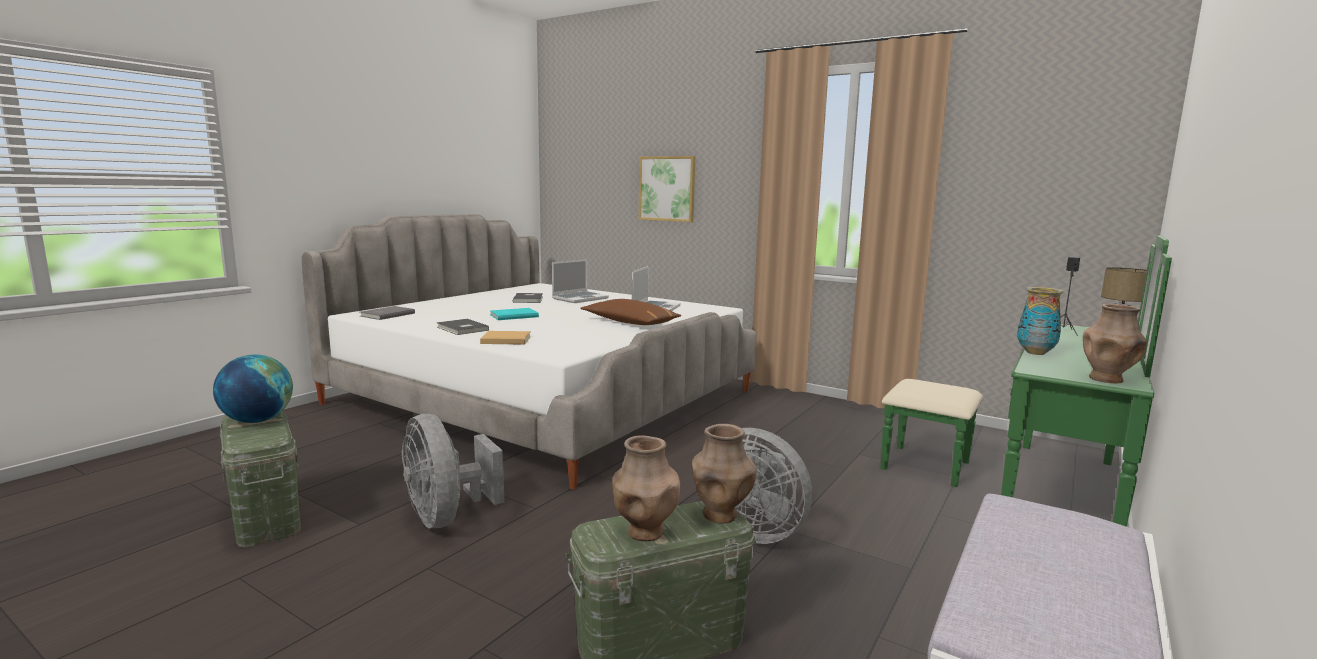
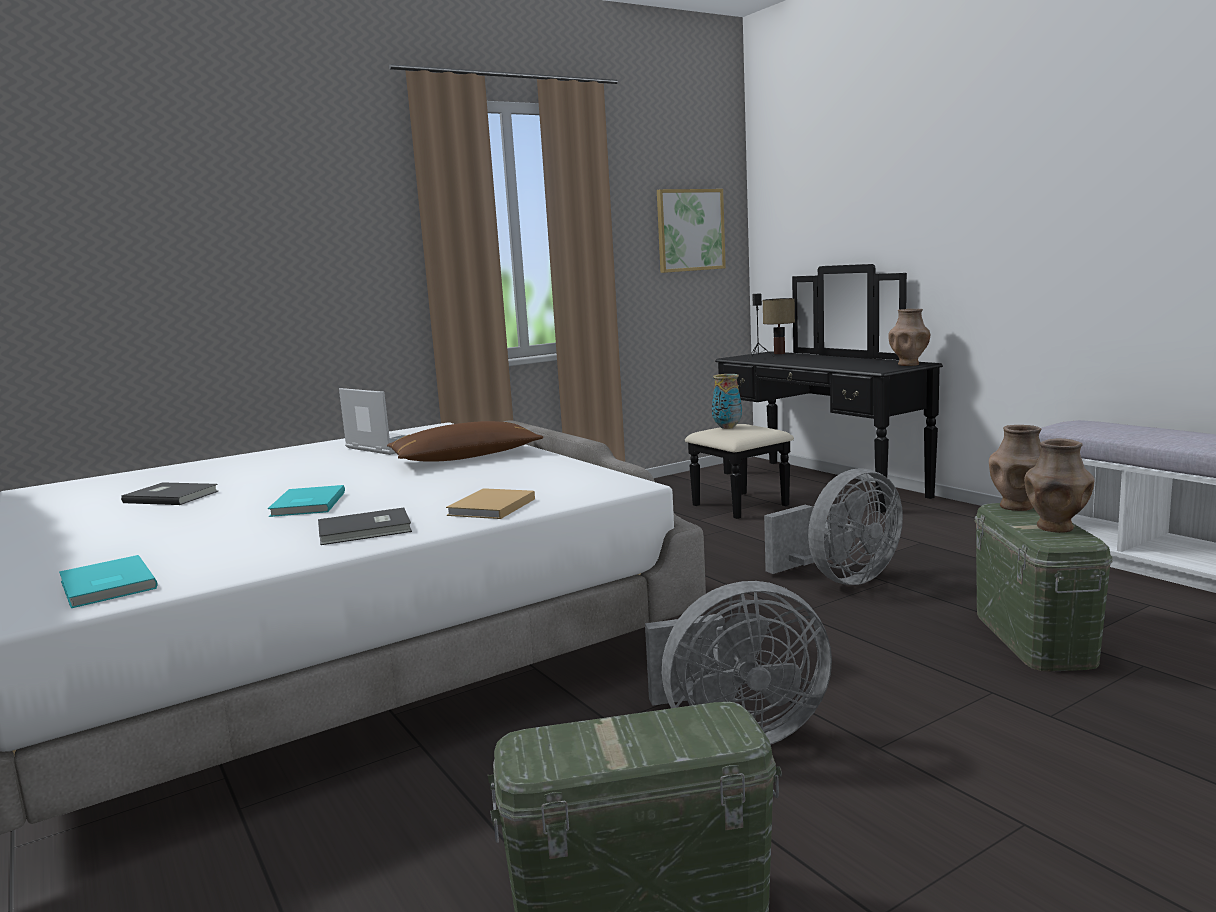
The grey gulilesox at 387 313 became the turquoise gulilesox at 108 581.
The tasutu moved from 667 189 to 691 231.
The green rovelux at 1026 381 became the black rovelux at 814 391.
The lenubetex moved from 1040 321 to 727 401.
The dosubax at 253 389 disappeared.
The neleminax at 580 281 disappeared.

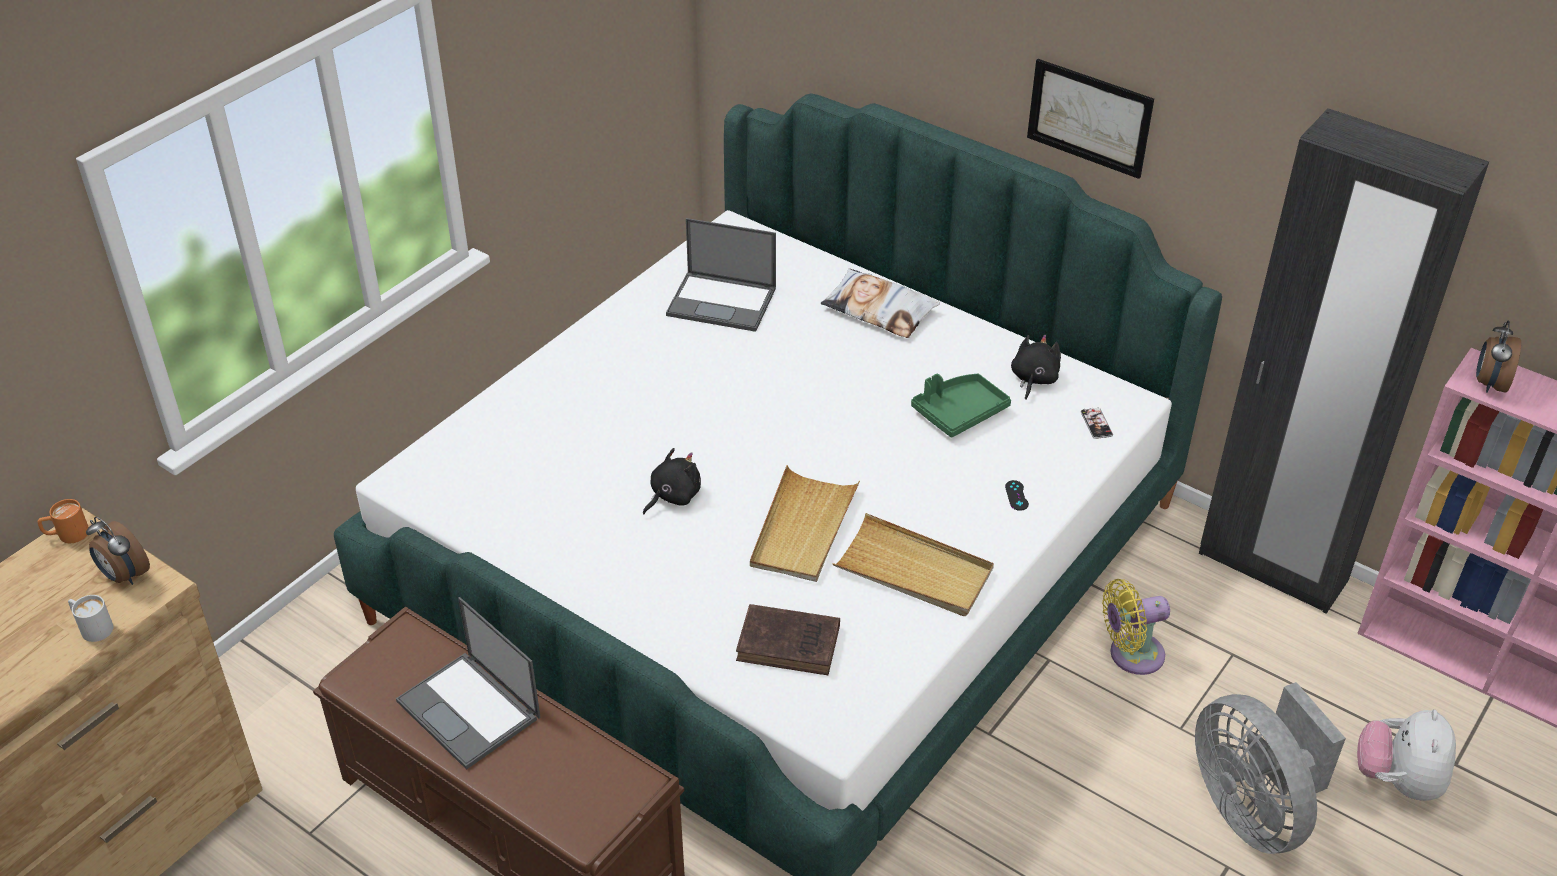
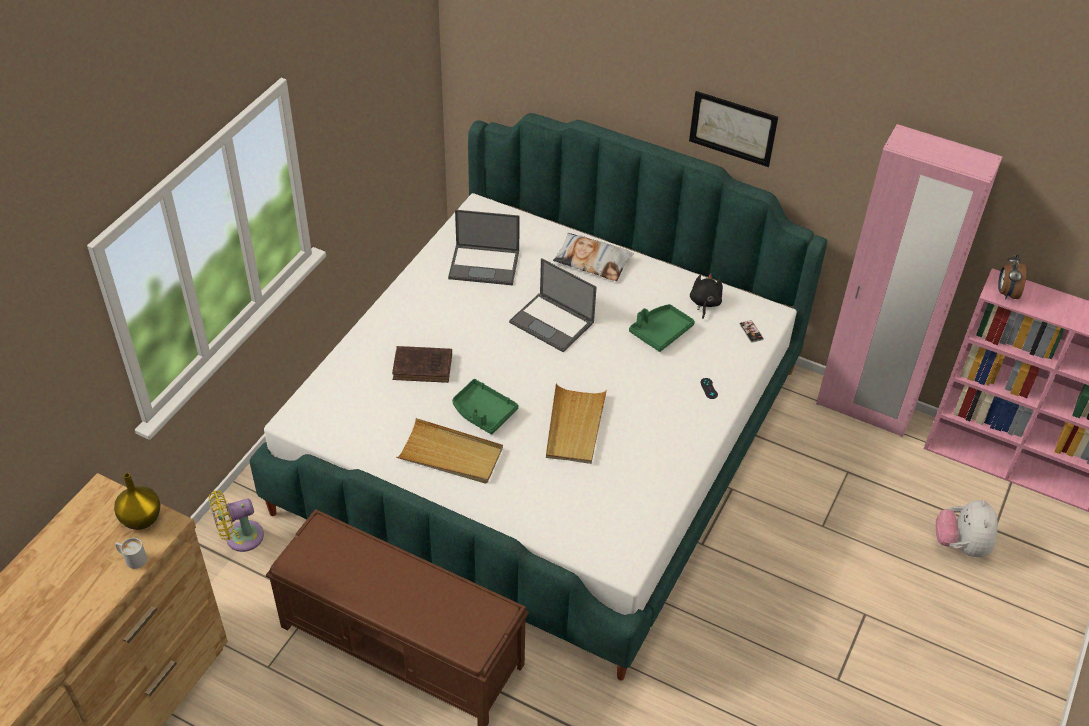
The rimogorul at 118 551 was replaced by the yellow lenubetex at 137 501.
The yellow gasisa moved from 1136 627 to 236 521.
The brown gulilesox moved from 788 639 to 422 364.
The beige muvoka moved from 913 564 to 449 450.
The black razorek at 672 481 was replaced by the green muvoka at 485 406.
The neleminax moved from 468 683 to 553 305.
The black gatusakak at 1344 361 became the pink gatusakak at 909 280.
The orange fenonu at 63 521 disappeared.
The grey gasisa at 1270 768 disappeared.

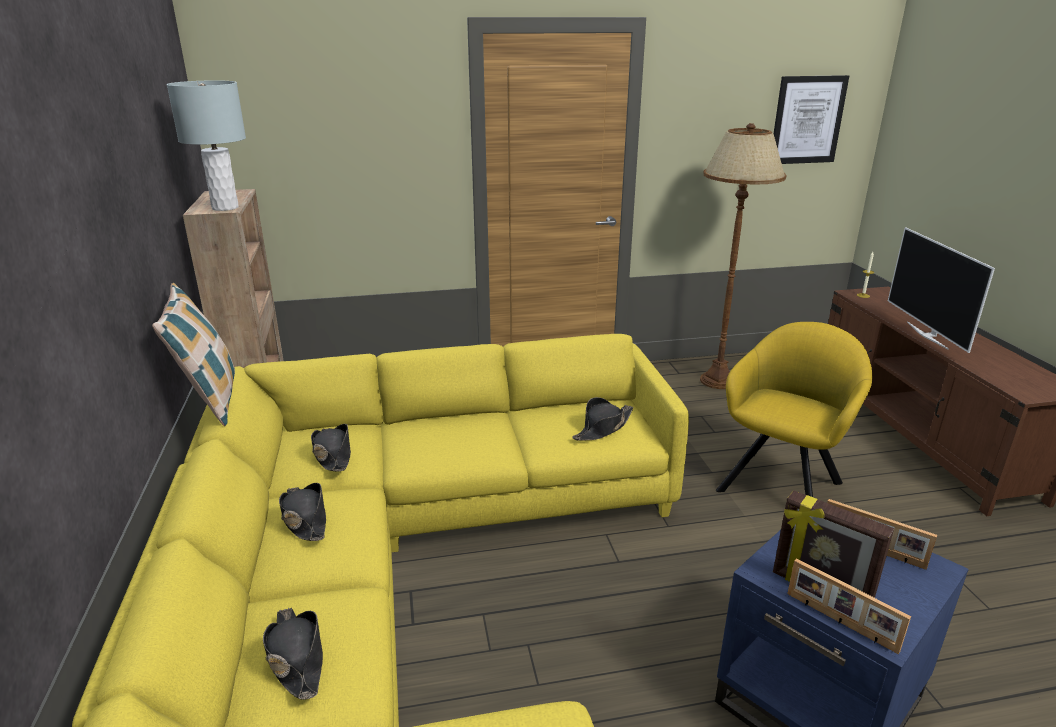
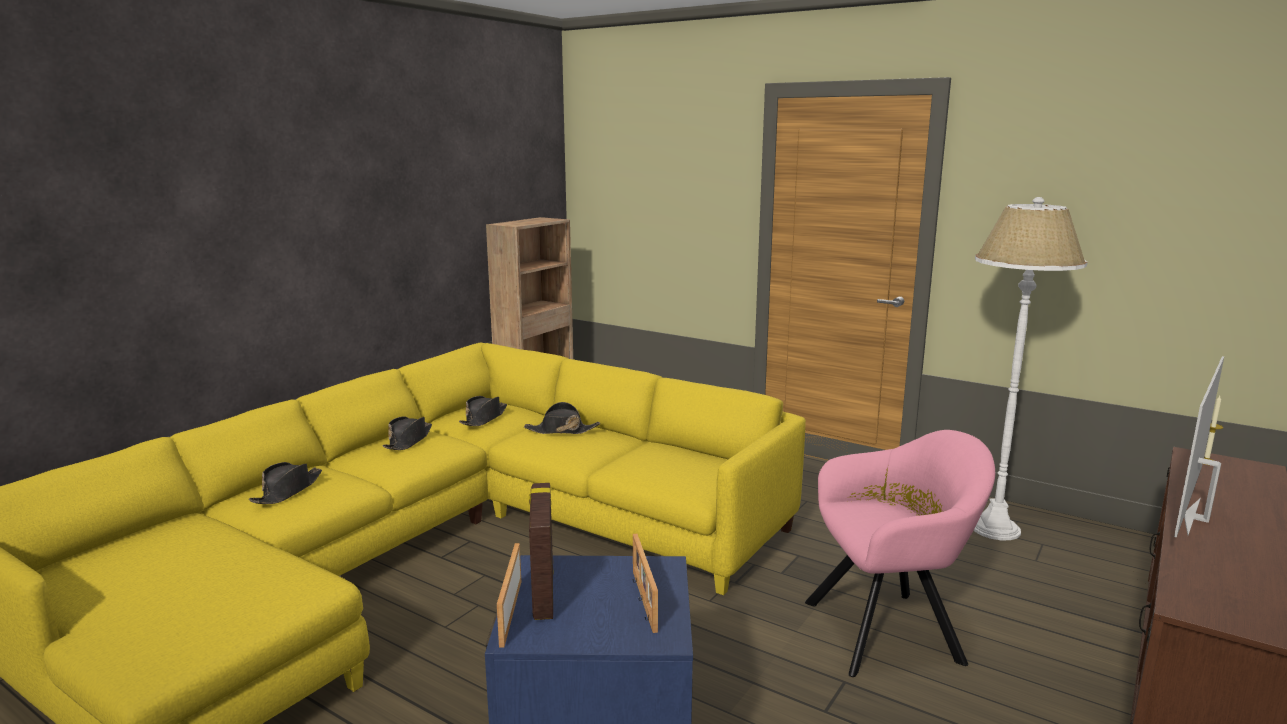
The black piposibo moved from 603 419 to 562 418.
The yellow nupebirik at 794 409 became the pink nupebirik at 900 553.
The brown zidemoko at 743 256 became the white zidemoko at 1031 368.
The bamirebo at 193 354 disappeared.
The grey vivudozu at 206 145 disappeared.
The tasutu at 811 119 disappeared.

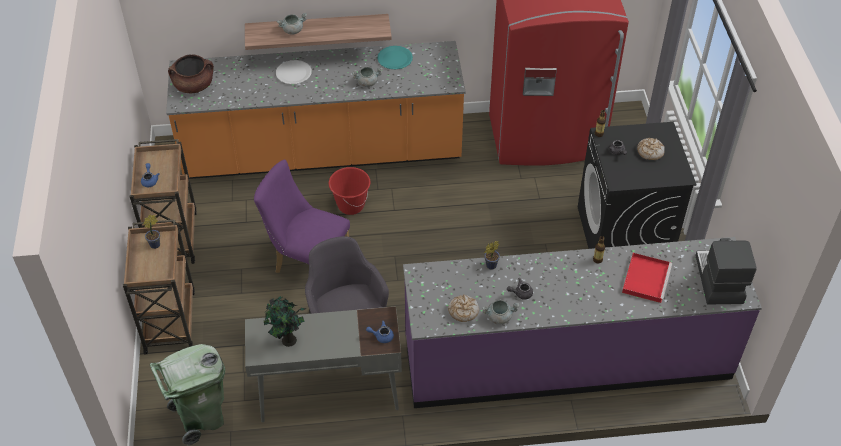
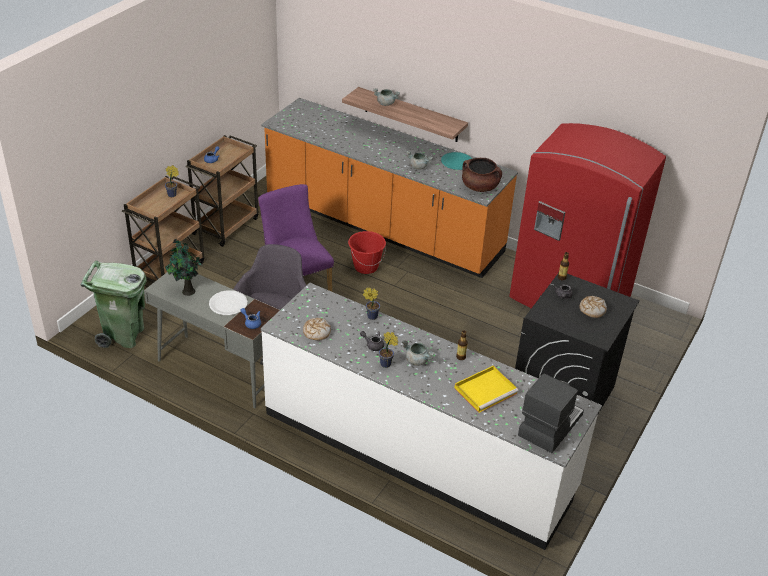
The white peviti moved from 294 72 to 228 302.
The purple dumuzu at 582 322 became the white dumuzu at 431 416.
The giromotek at 388 350 appeared.
The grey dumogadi moved from 501 312 to 418 353.
The red muvoka at 647 278 became the yellow muvoka at 487 389.
The brown dumogadi moved from 191 73 to 482 175.

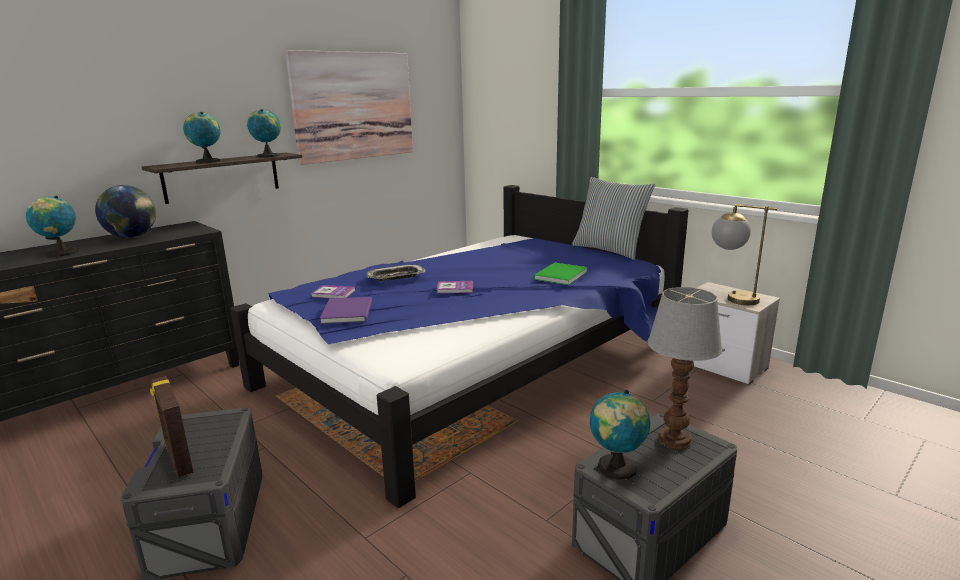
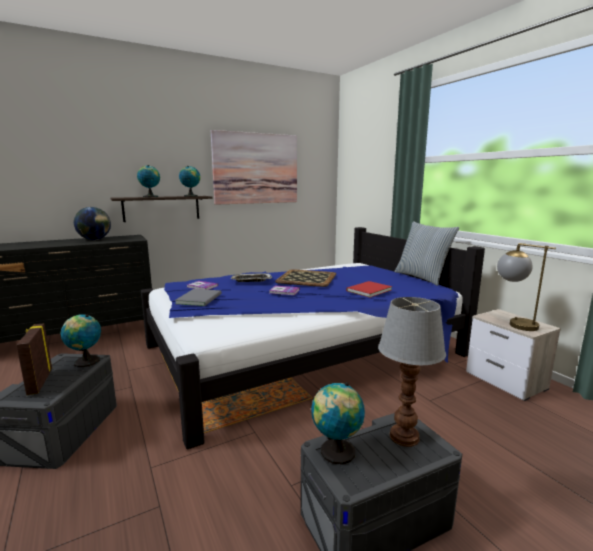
The dosubax moved from 52 226 to 81 340.
The purple gulilesox at 346 310 became the grey gulilesox at 198 297.
The muvoka at 305 278 appeared.
The green gulilesox at 560 273 became the red gulilesox at 369 289.

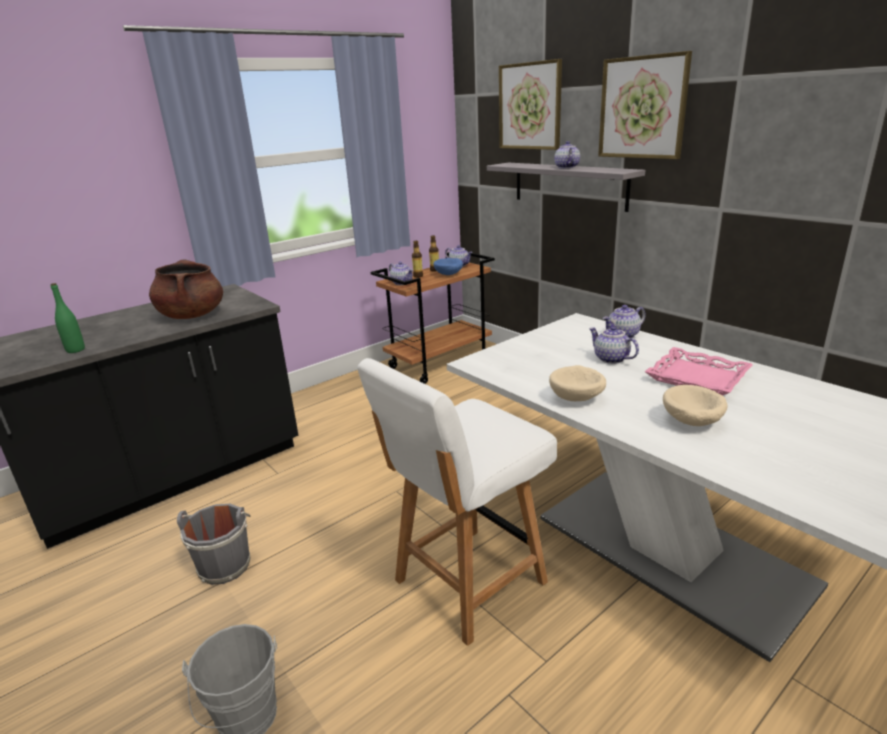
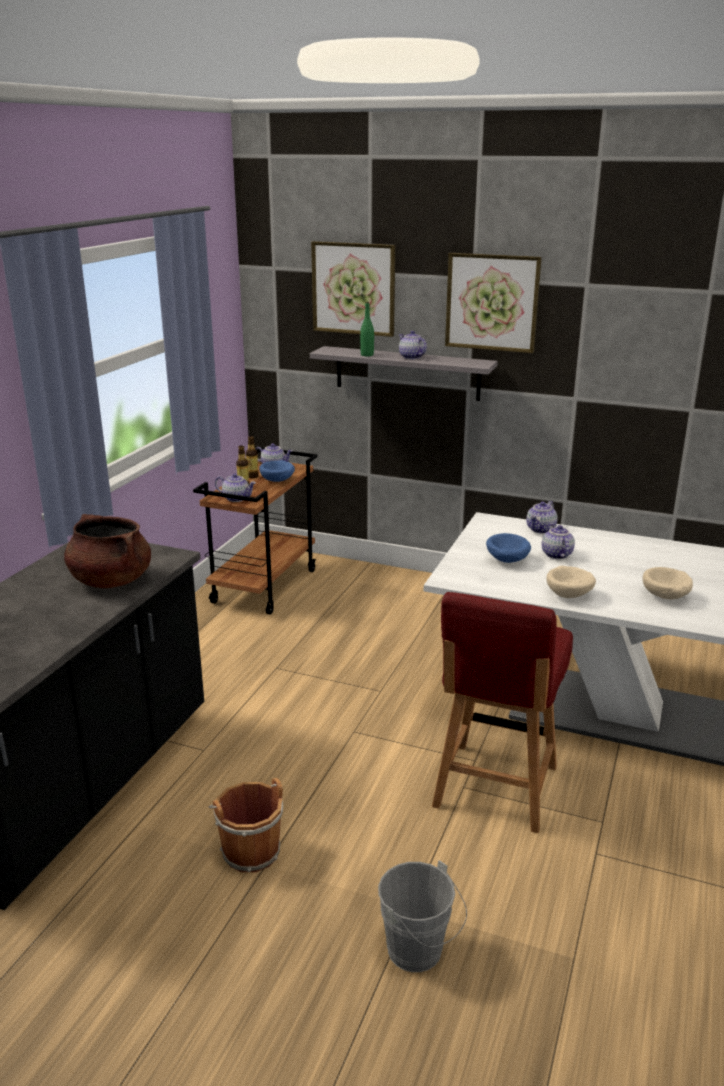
The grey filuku at 214 544 became the brown filuku at 246 825.
The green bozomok moved from 68 318 to 367 329.
The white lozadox at 457 502 became the red lozadox at 502 712.
The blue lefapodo at 508 548 appeared.
The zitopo at 614 345 turned 60 degrees clockwise.
The pink muvoka at 699 371 disappeared.

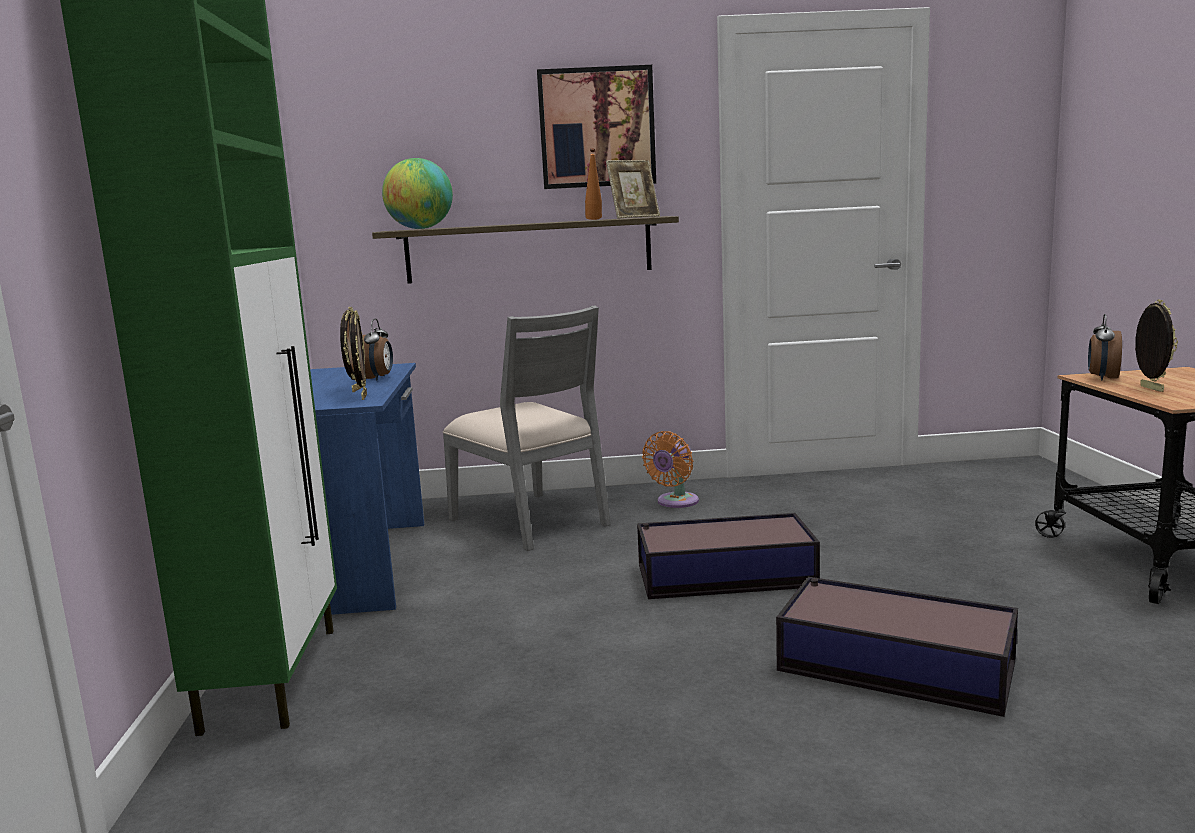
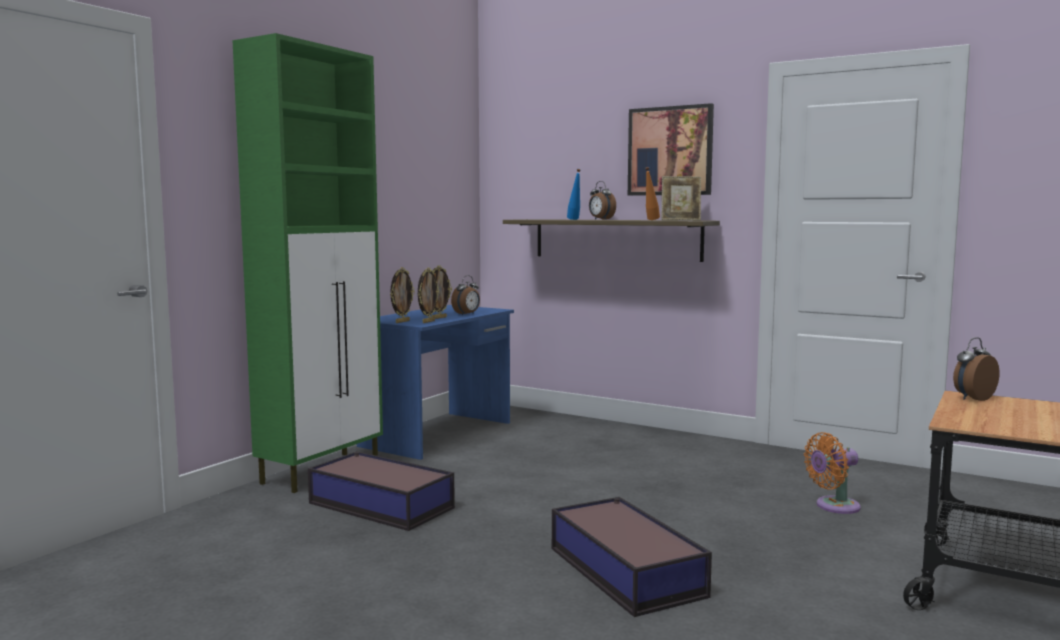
The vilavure moved from 728 556 to 381 491.
The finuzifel moved from 1156 346 to 402 295.
The blue bozomok at 574 194 appeared.
The rimogorul at 602 200 appeared.
The orange gasisa moved from 670 469 to 832 473.
The dosubax at 417 193 disappeared.
The grey lozadox at 527 428 disappeared.

